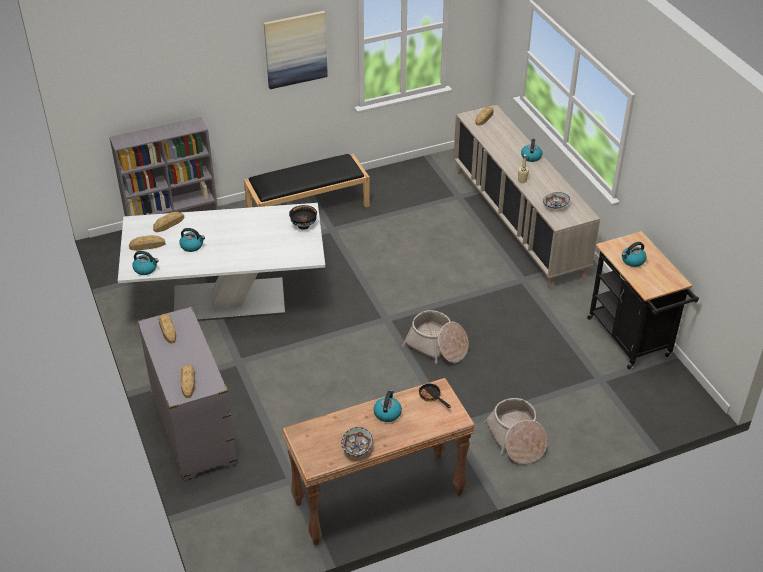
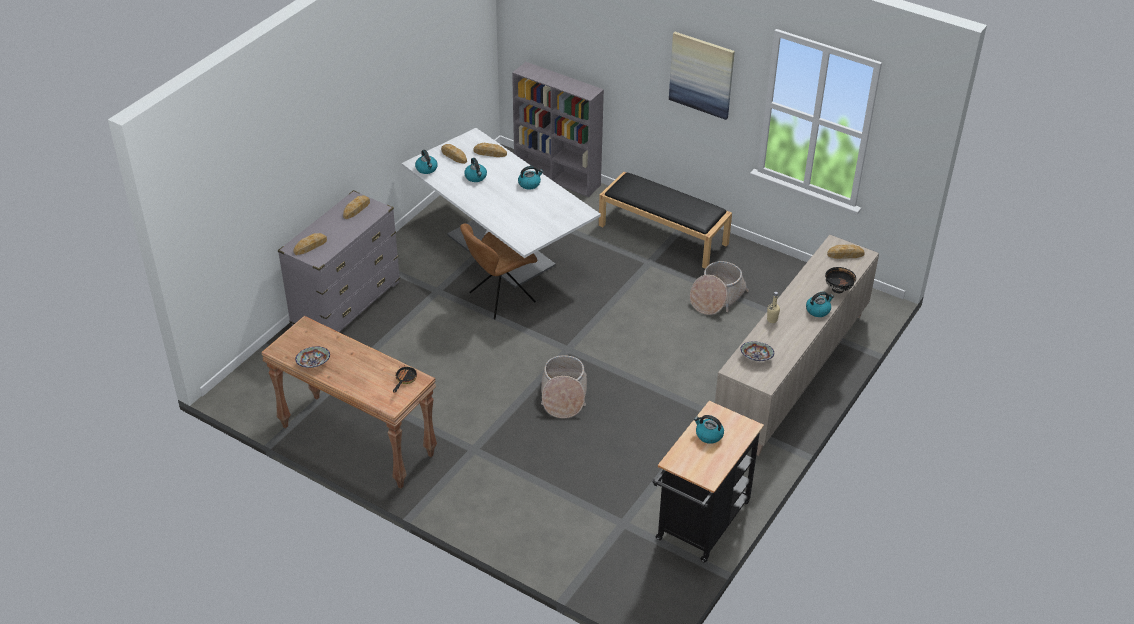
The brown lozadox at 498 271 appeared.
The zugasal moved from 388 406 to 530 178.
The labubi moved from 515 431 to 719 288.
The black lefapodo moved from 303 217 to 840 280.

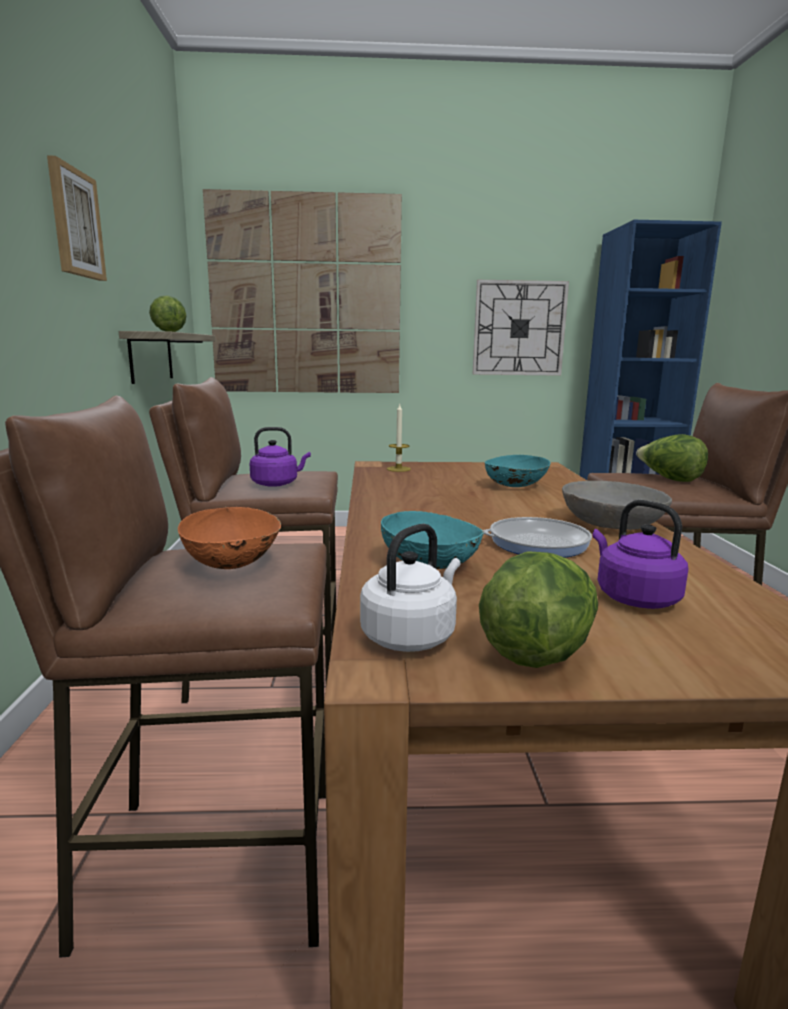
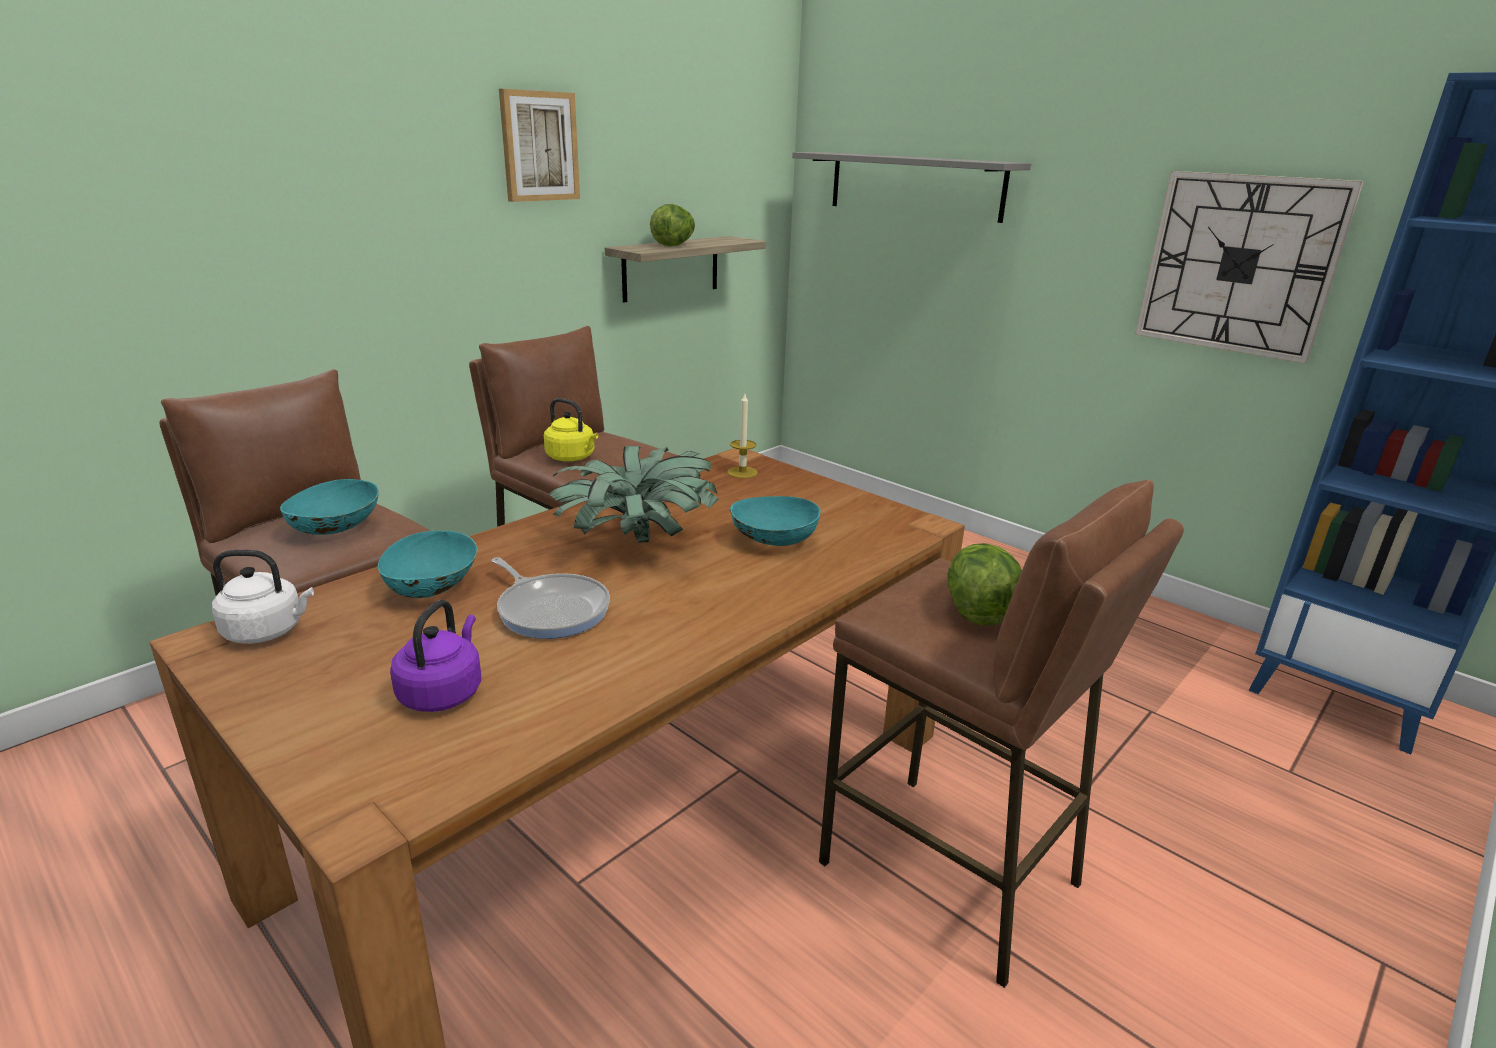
The orange lefapodo at 229 537 became the turquoise lefapodo at 329 507.
The purple zugasal at 280 457 became the yellow zugasal at 571 429.
The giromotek at 634 494 appeared.
The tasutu at 302 291 was replaced by the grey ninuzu at 911 187.
The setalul at 538 609 disappeared.
The grey lefapodo at 617 505 disappeared.

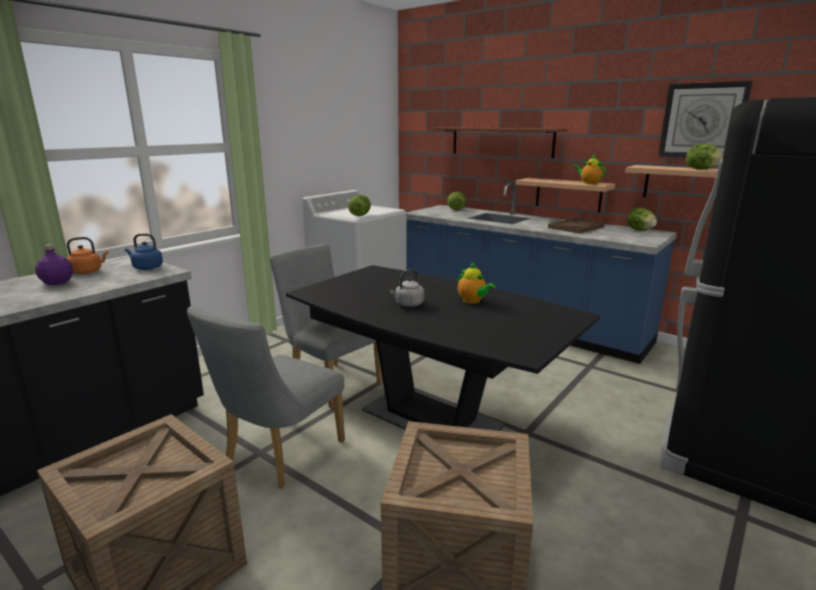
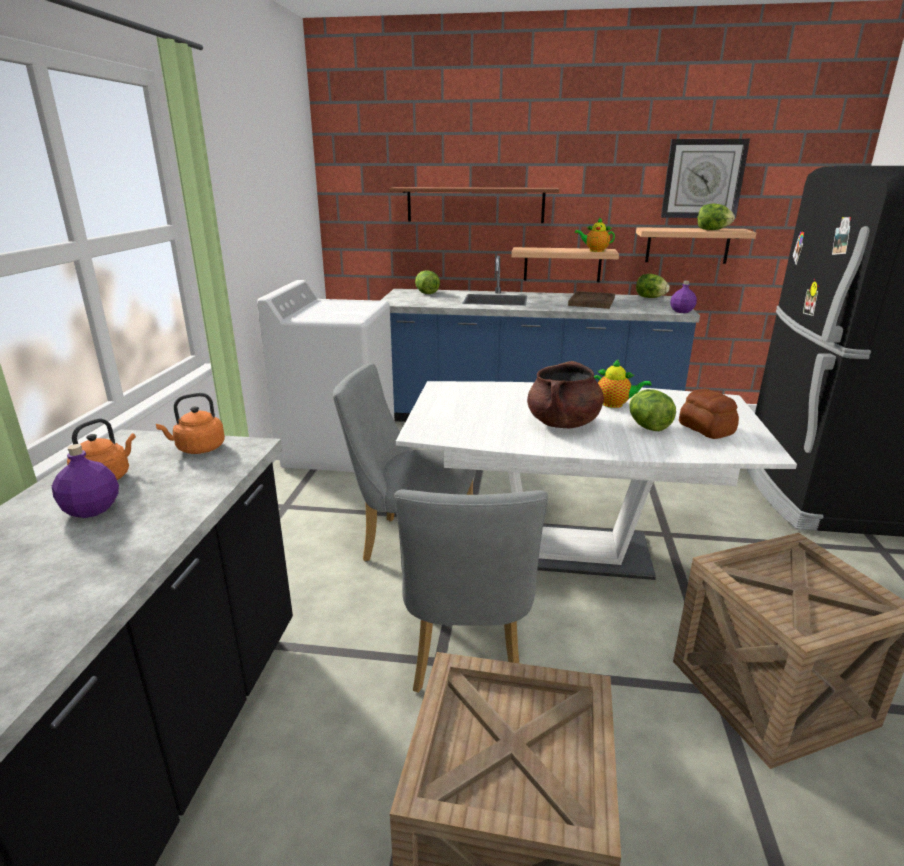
The blue zugasal at 144 252 became the orange zugasal at 190 423.
The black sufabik at 443 348 became the white sufabik at 596 480.
The grey zugasal at 407 288 was replaced by the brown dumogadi at 565 394.
The setalul moved from 359 205 to 652 410.
The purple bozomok at 683 297 appeared.
The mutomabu at 709 414 appeared.

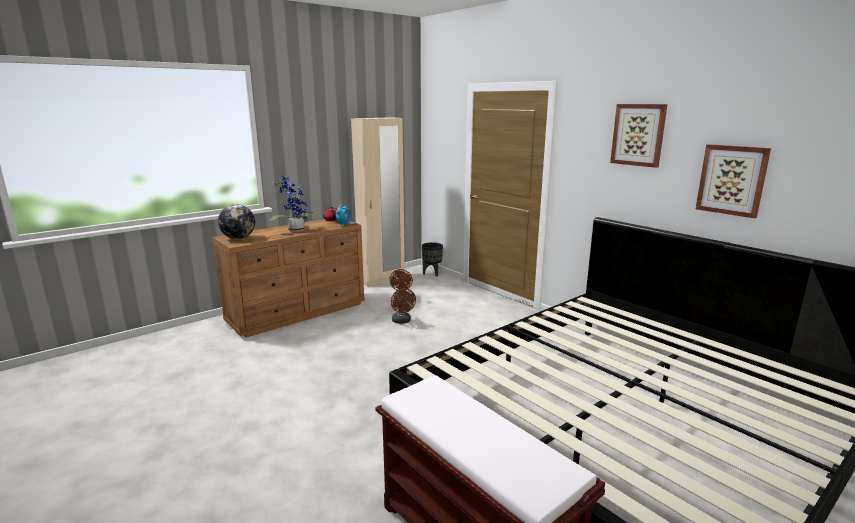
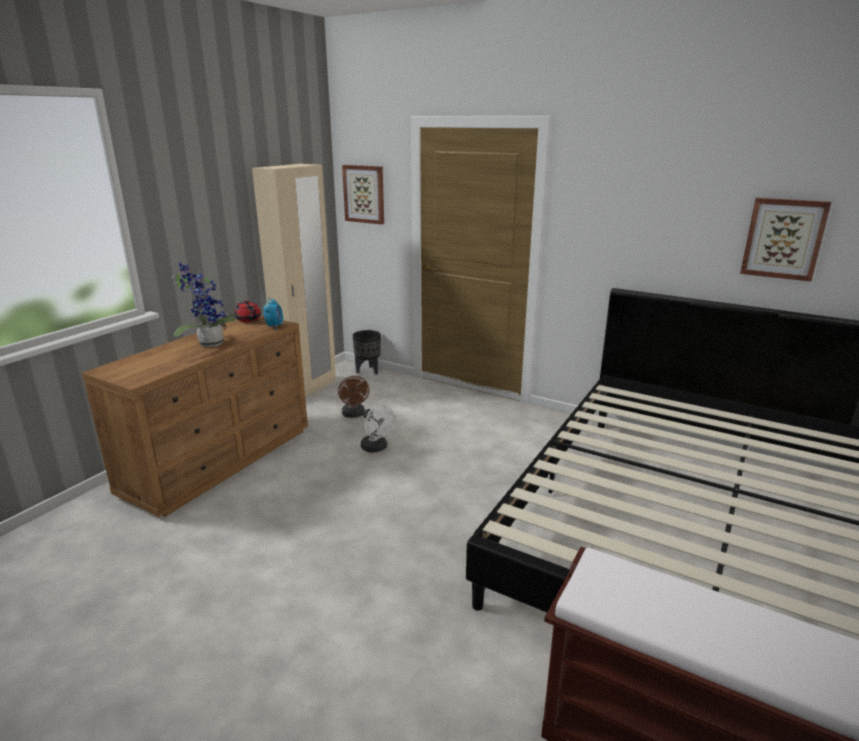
The tasutu moved from 638 136 to 363 195.
The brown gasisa at 403 306 became the white gasisa at 378 428.
The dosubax at 236 221 disappeared.

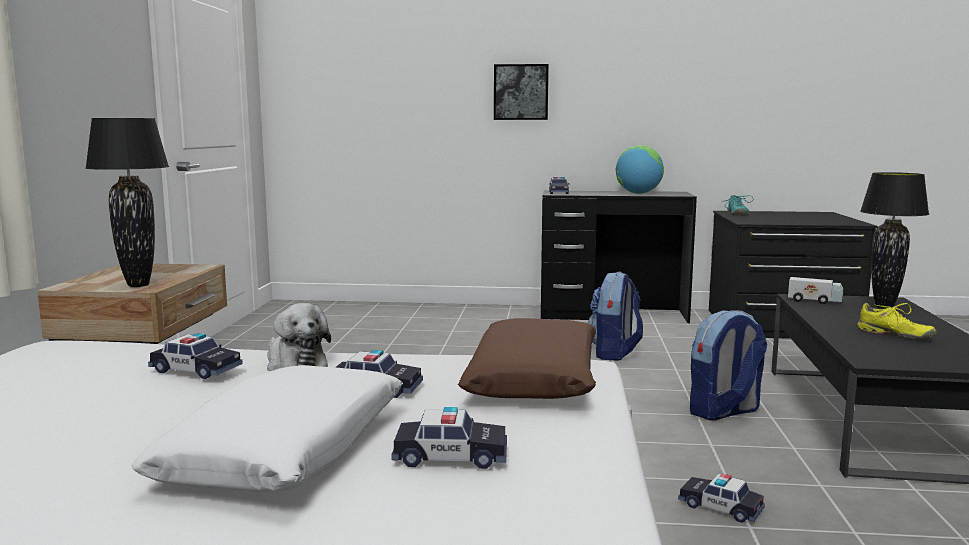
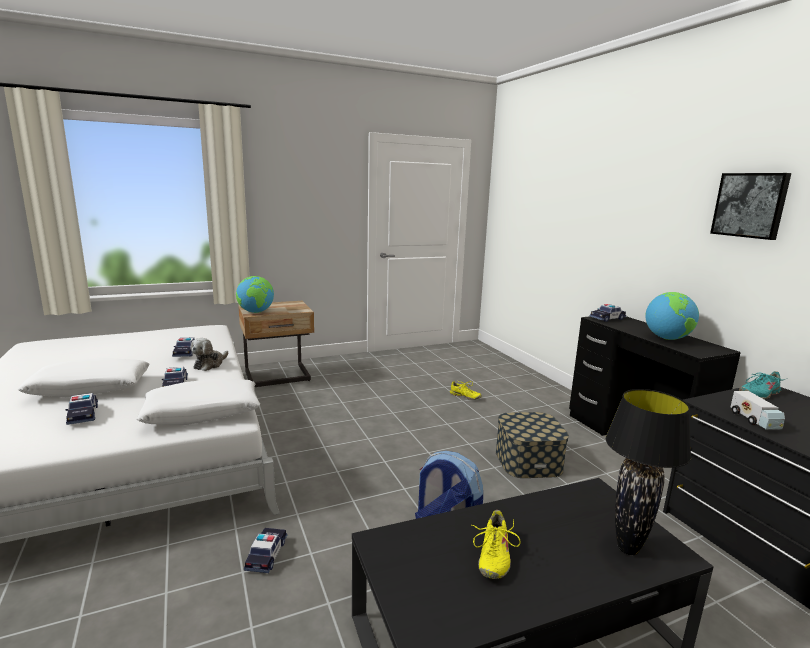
The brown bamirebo at 527 358 became the white bamirebo at 198 402.
The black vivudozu at 127 202 was replaced by the dosubax at 255 294.
The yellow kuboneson at 466 390 appeared.
The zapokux at 615 316 was replaced by the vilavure at 532 445.
The tasutu moved from 521 92 to 750 206.
The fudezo moved from 815 290 to 758 410.

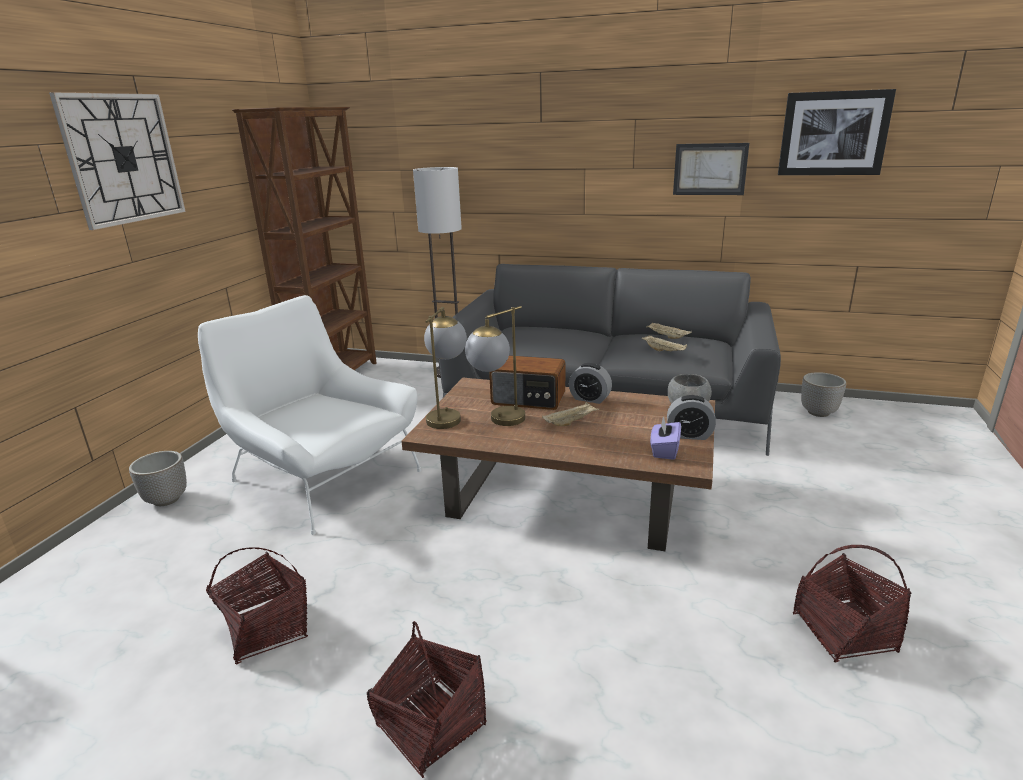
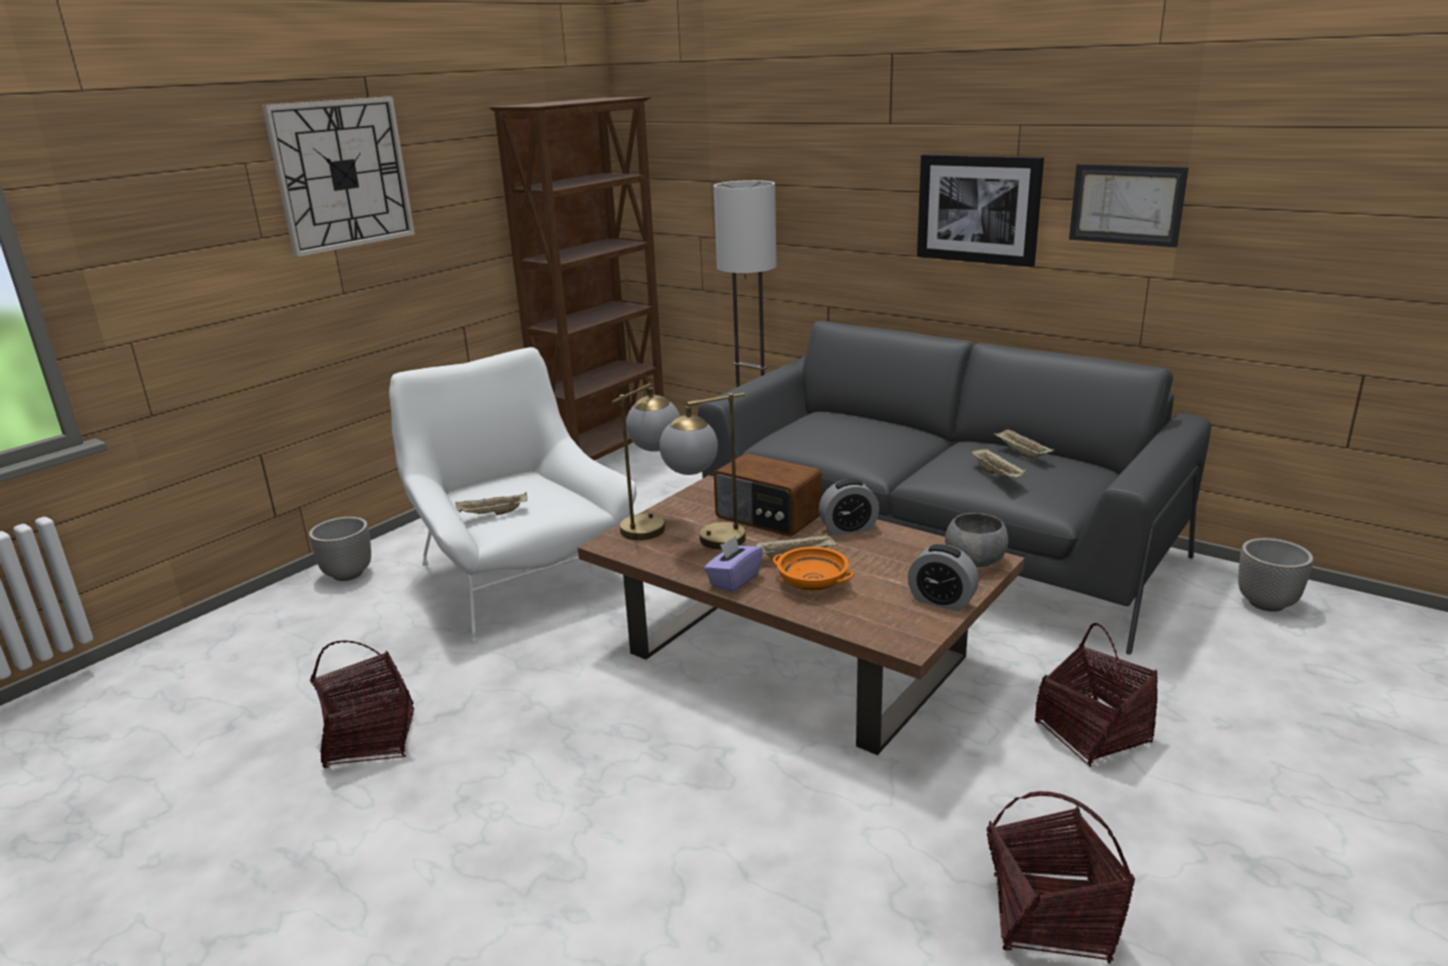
The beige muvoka at 491 503 appeared.
The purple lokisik moved from 665 438 to 733 564.
The orange lefapodo at 813 569 appeared.
The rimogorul at 590 383 turned 60 degrees counterclockwise.
The tasutu moved from 837 132 to 980 210.
The labubi moved from 427 699 to 1096 695.

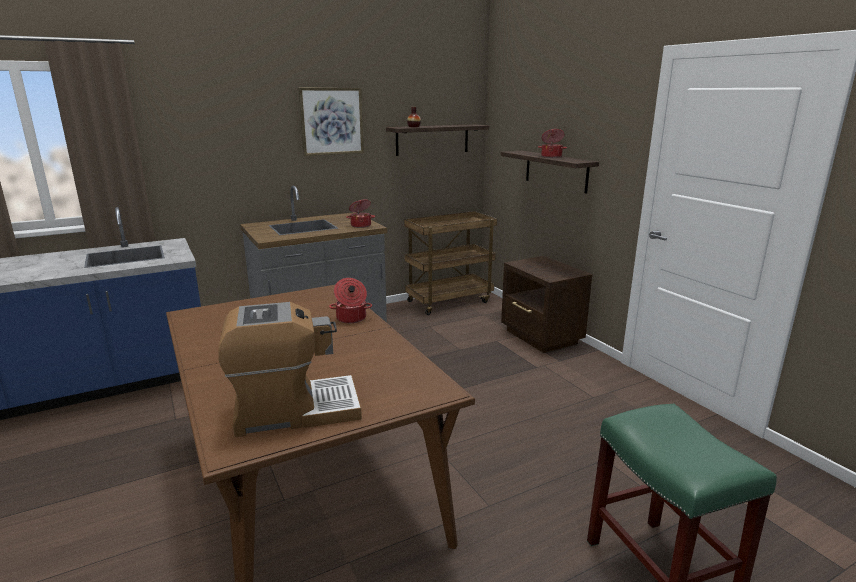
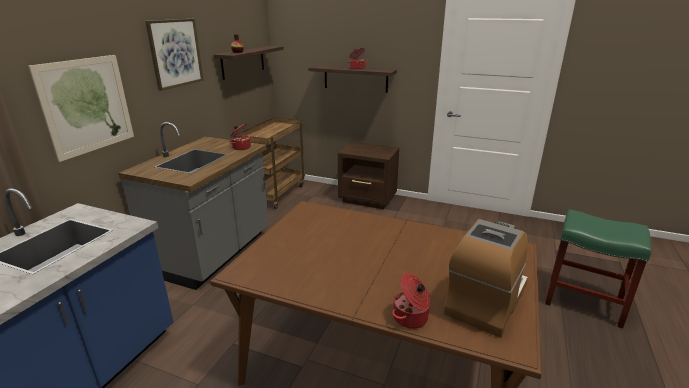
The tasutu at 81 108 appeared.
The dumogadi moved from 350 300 to 411 301.

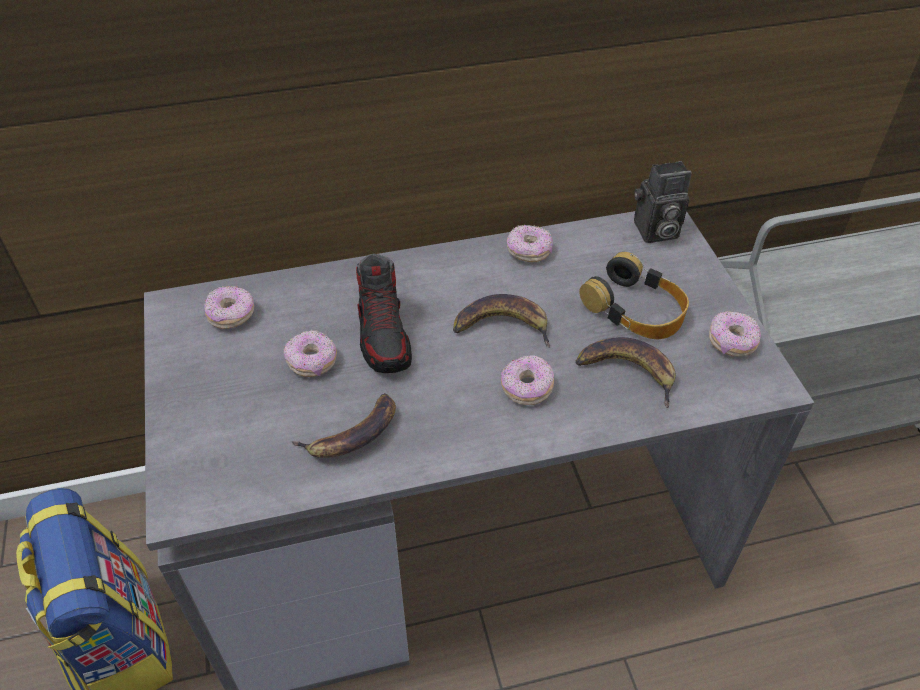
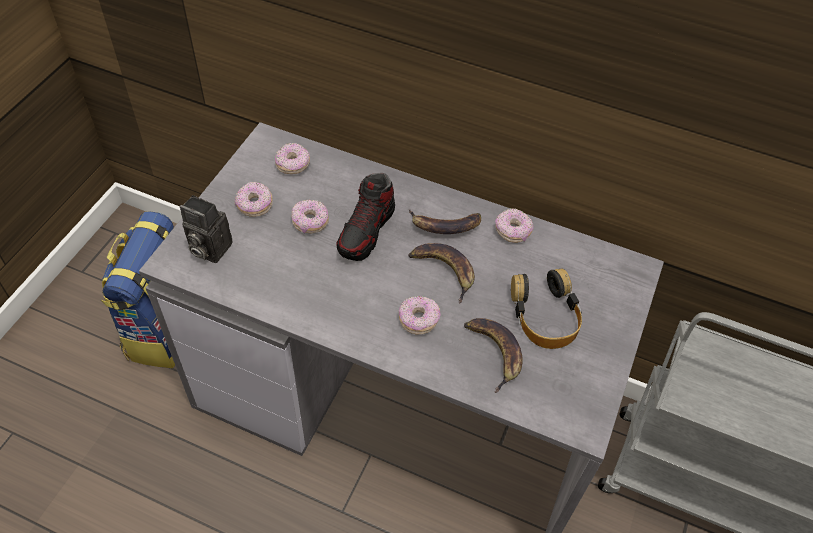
The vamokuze moved from 663 202 to 206 229.
The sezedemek moved from 735 333 to 254 199.
The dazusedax moved from 343 425 to 445 221.

